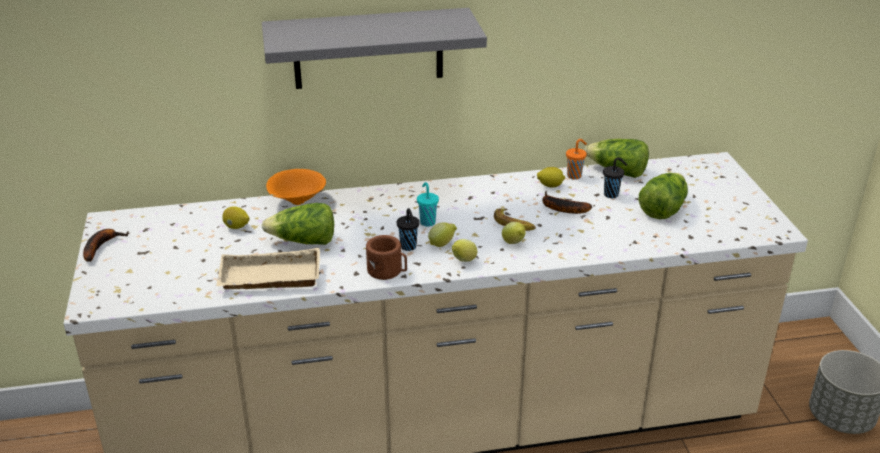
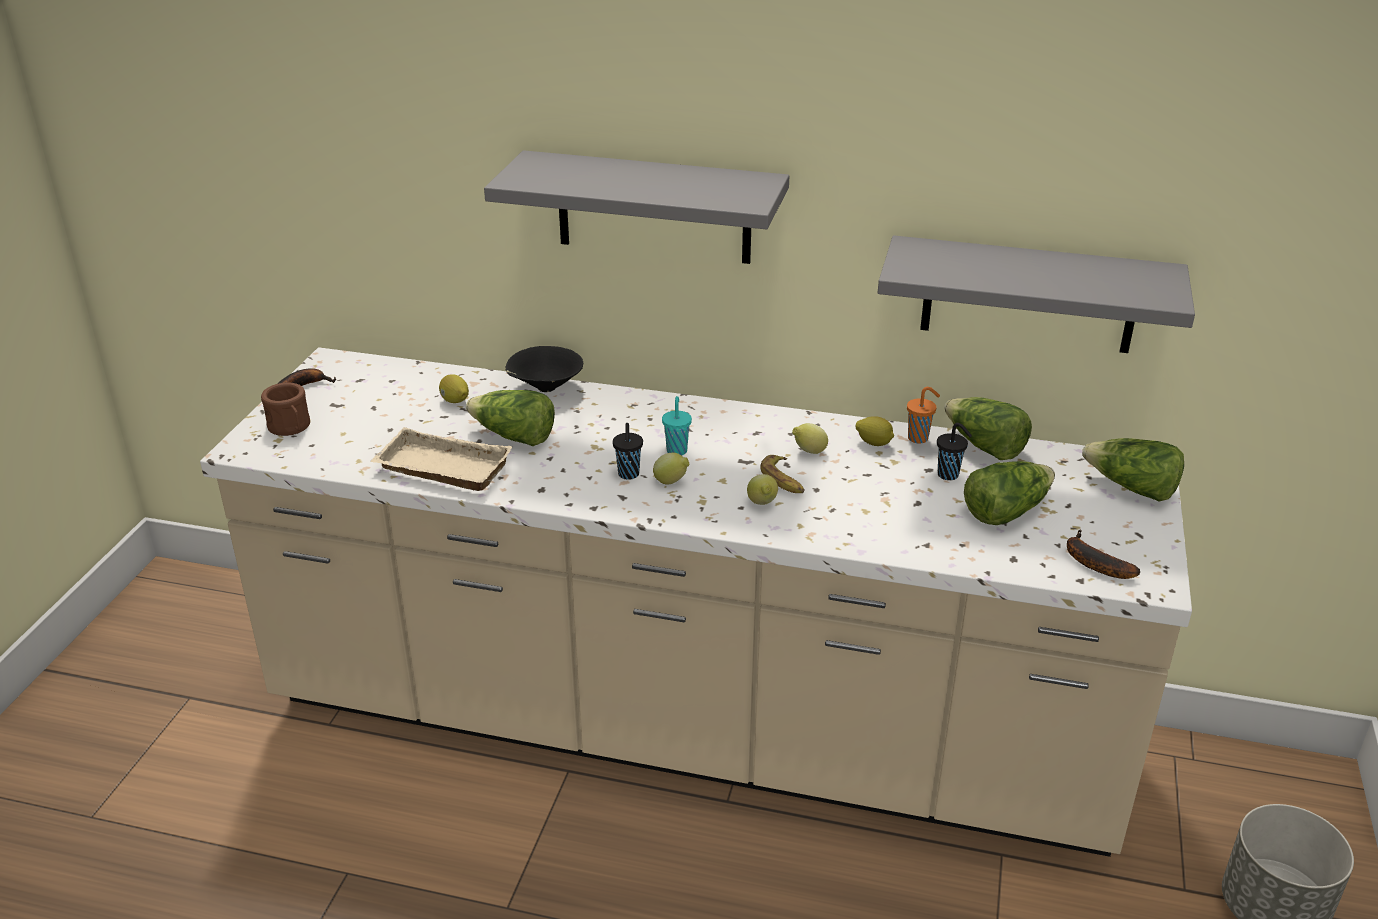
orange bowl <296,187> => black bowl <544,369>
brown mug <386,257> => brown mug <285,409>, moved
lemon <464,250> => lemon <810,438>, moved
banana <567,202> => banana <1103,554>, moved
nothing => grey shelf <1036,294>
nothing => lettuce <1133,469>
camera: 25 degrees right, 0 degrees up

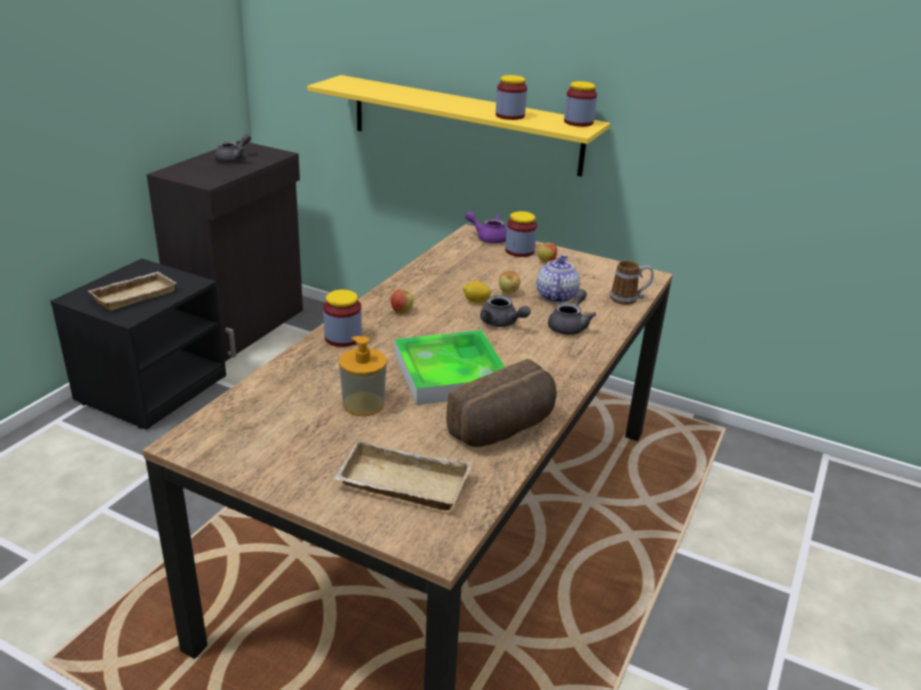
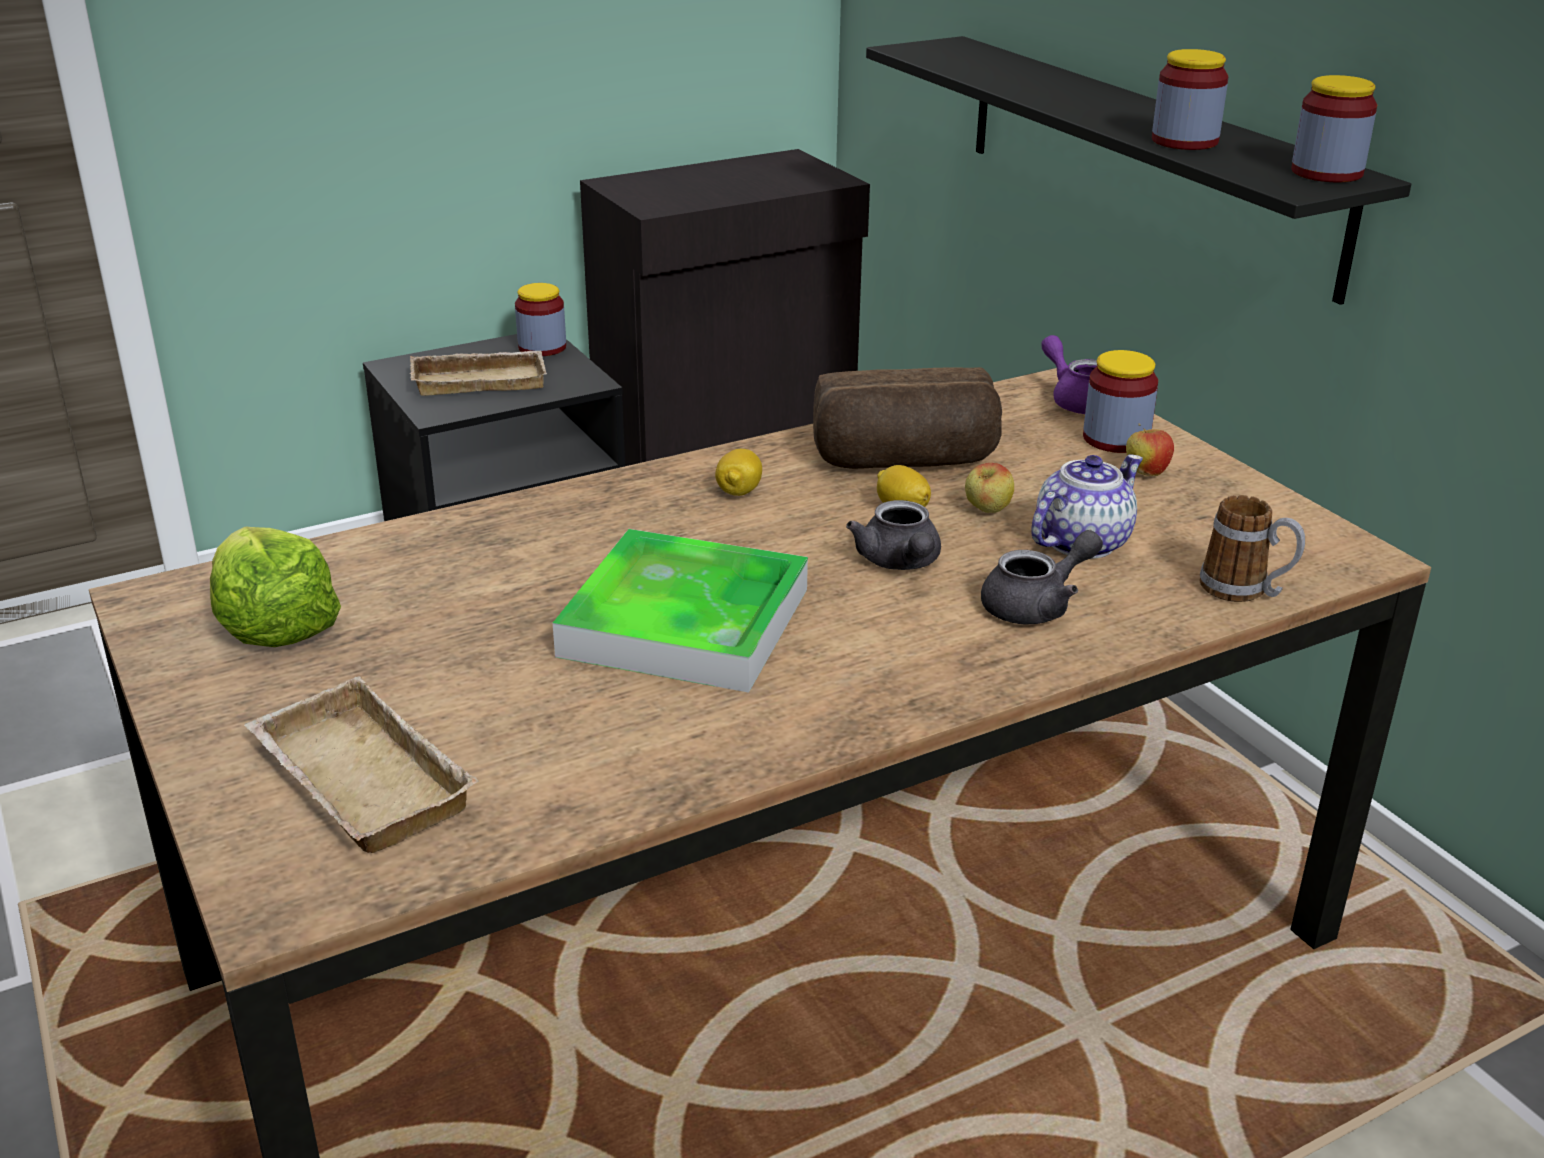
grey teapot <233,148> => nothing
yellow shelf <458,126> => black shelf <1138,170>
jar <342,318> => jar <540,319>, moved
soap dispenser <363,376> => nothing
apple <402,301> => lemon <738,472>
bread <501,403> => bread <907,418>, moved
nothing => lettuce <275,587>
camera: 35 degrees right, 0 degrees up

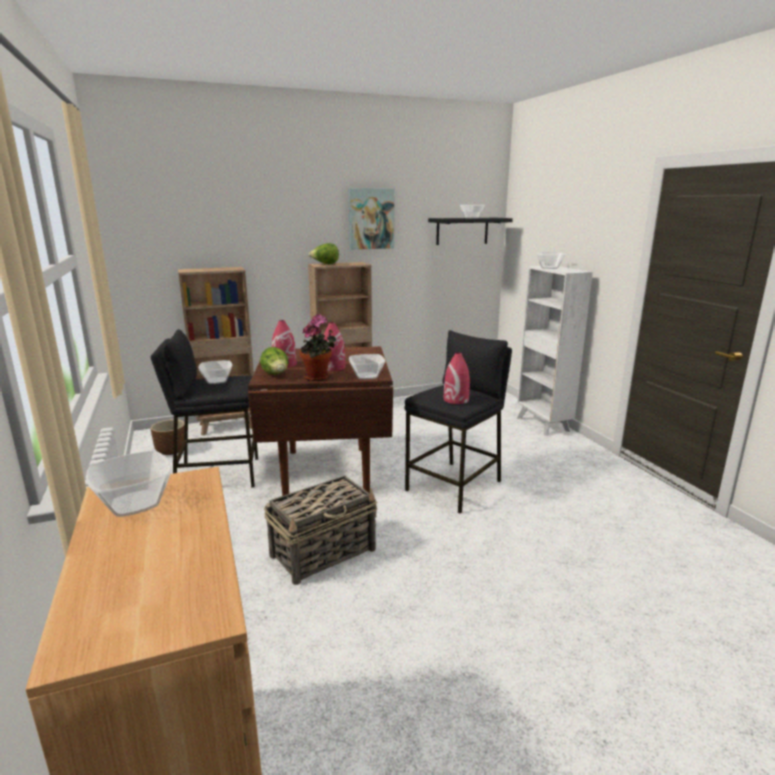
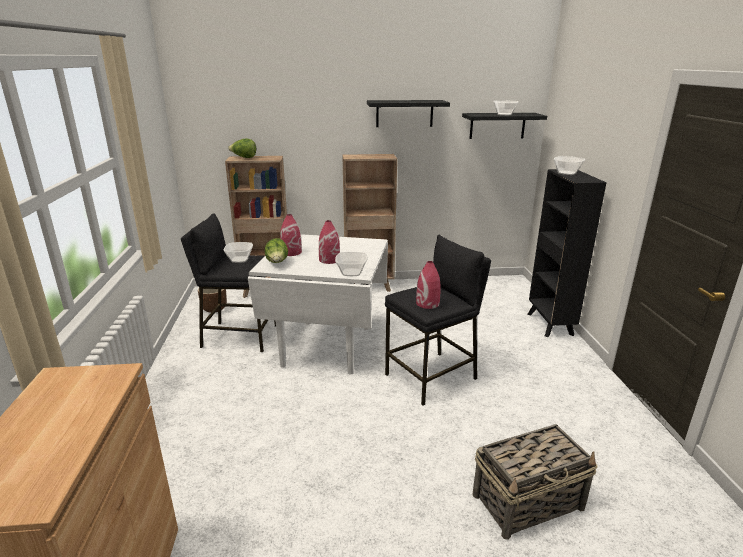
bowl <129,484> => nothing
brown dining table <320,421> => white dining table <318,304>
basket <320,530> => basket <534,482>, moved
potted plant <318,347> => nothing
lettuce <324,253> => lettuce <242,148>, moved
picture <371,219> => black shelf <408,113>
white bookcase <555,351> => black bookcase <567,253>
camera: 15 degrees right, 5 degrees up

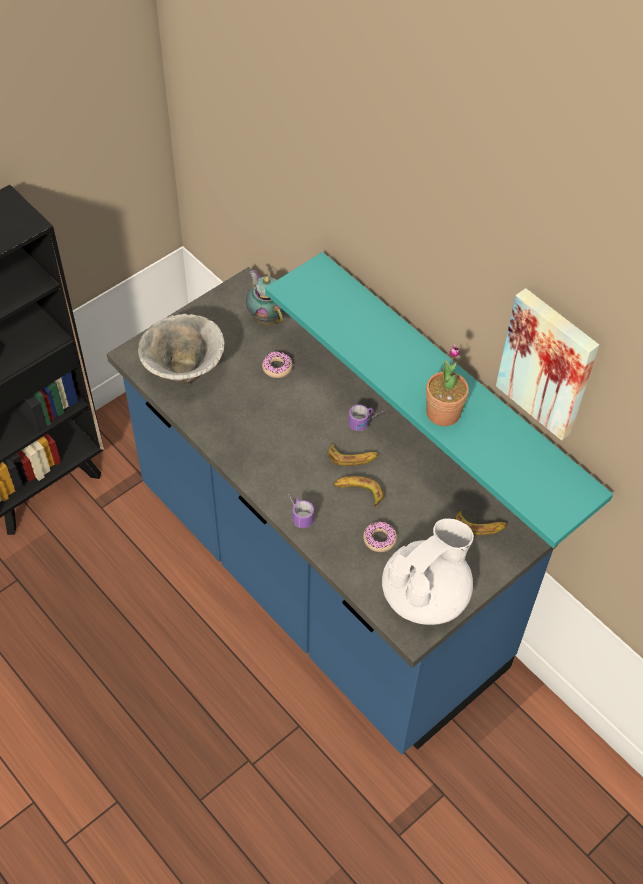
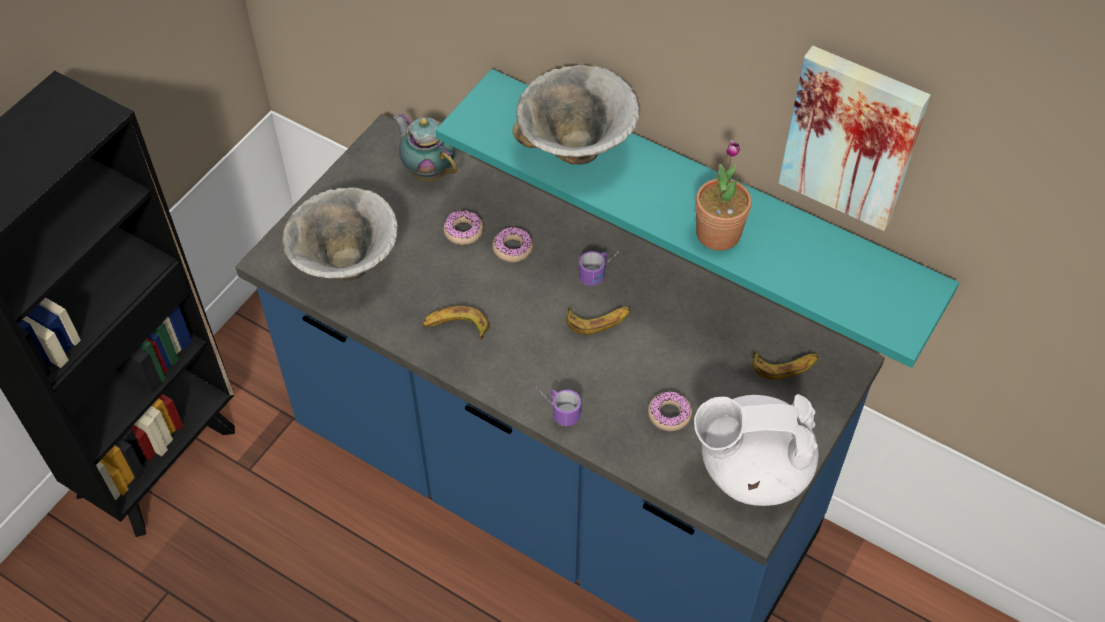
banana <358,491> => banana <455,323>, moved
white teapot <428,572> => white teapot <756,450>, 120 degrees counterclockwise
nothing => donut <513,244>
nothing => bowl <576,115>
camera: 15 degrees left, 0 degrees up

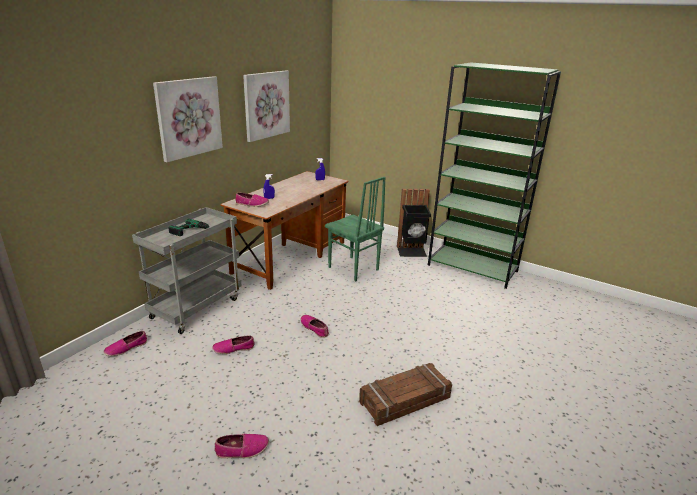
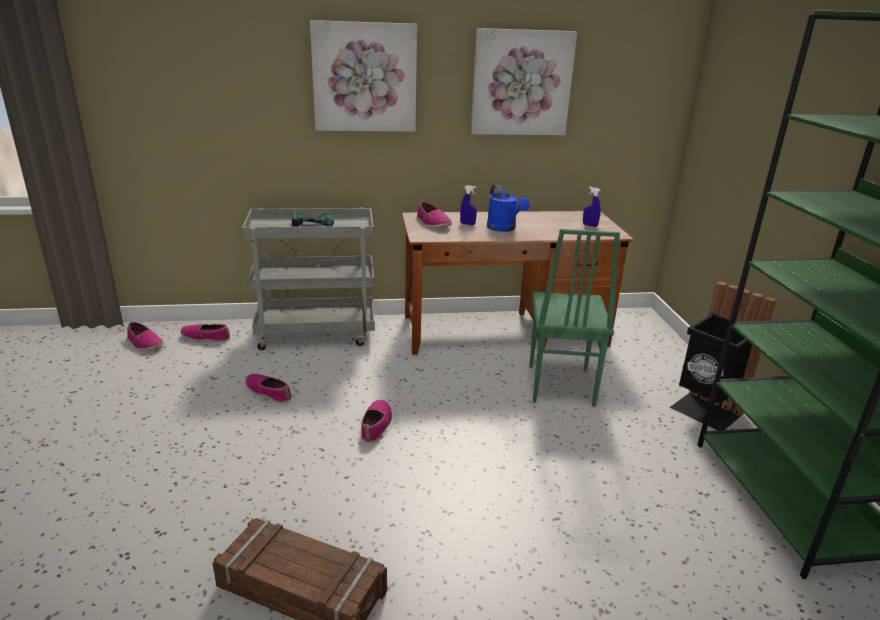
shoe <241,446> => shoe <145,336>, moved
nothing => blue watering can <508,208>
camera: 50 degrees right, 0 degrees up

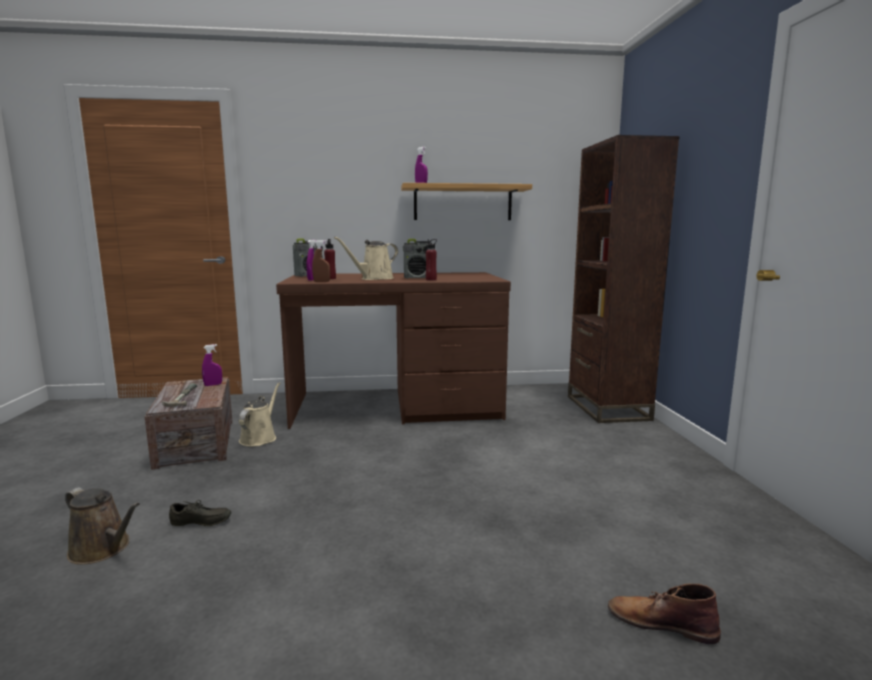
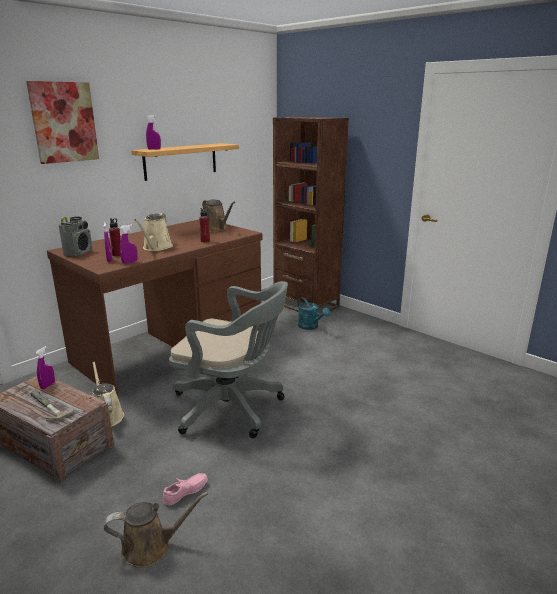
grey shoe <200,513> => pink shoe <185,489>
brown spray bottle <321,261> => purple spray bottle <128,244>
radio <415,258> => nothing
brown boot <664,614> => nothing
nothing => picture <62,122>
nothing => grey office chair <228,359>
nothing => brown watering can <218,215>
nothing => turquoise watering can <313,313>
camera: 40 degrees left, 10 degrees up

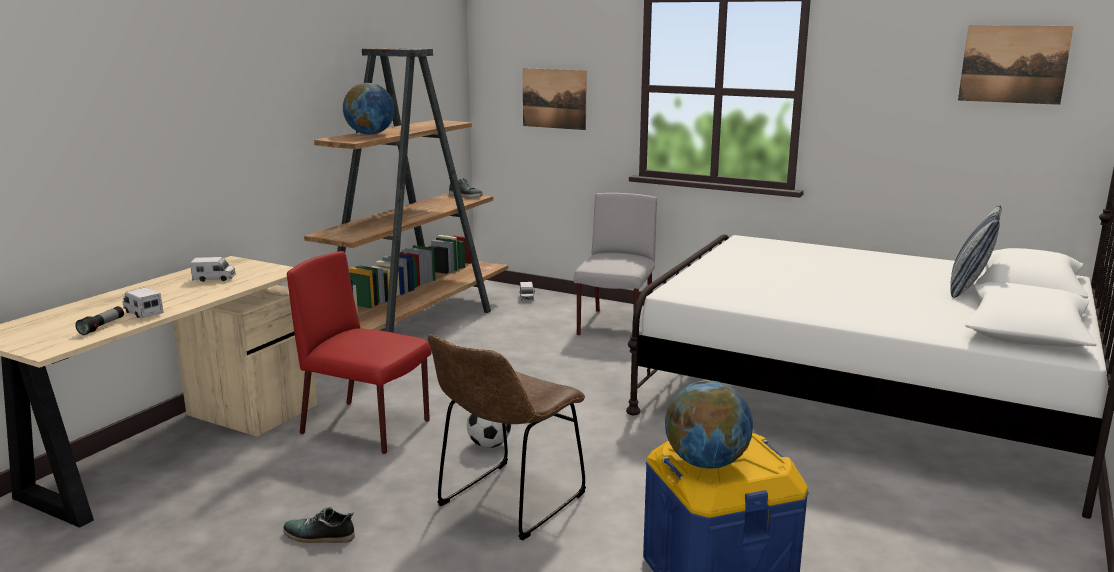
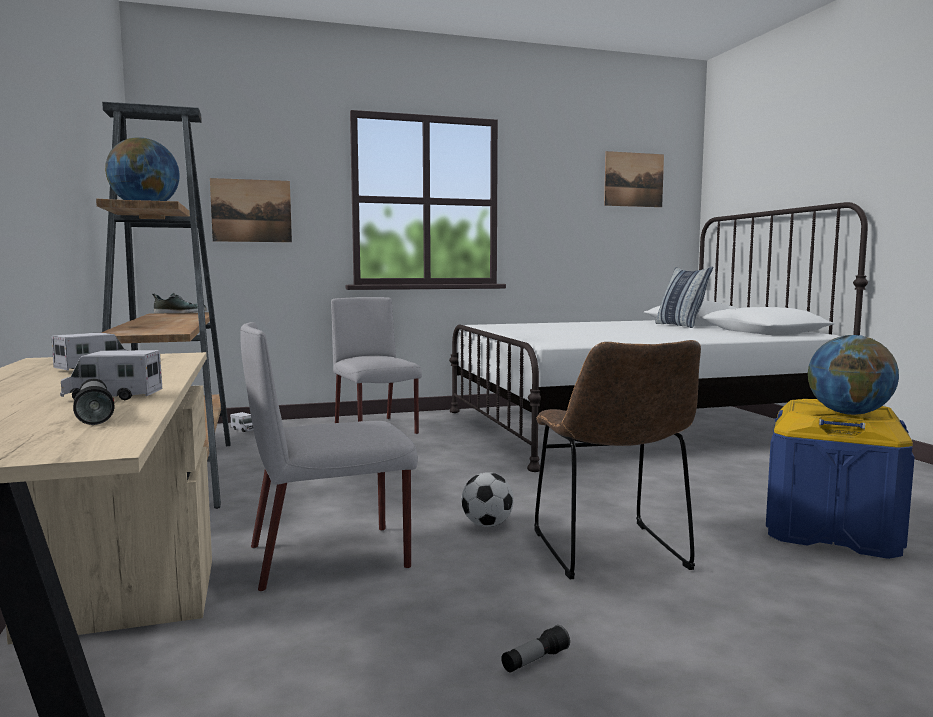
shoe <319,525> => flashlight <535,649>
red chair <359,352> => grey chair <329,457>
camera: 45 degrees left, 10 degrees down

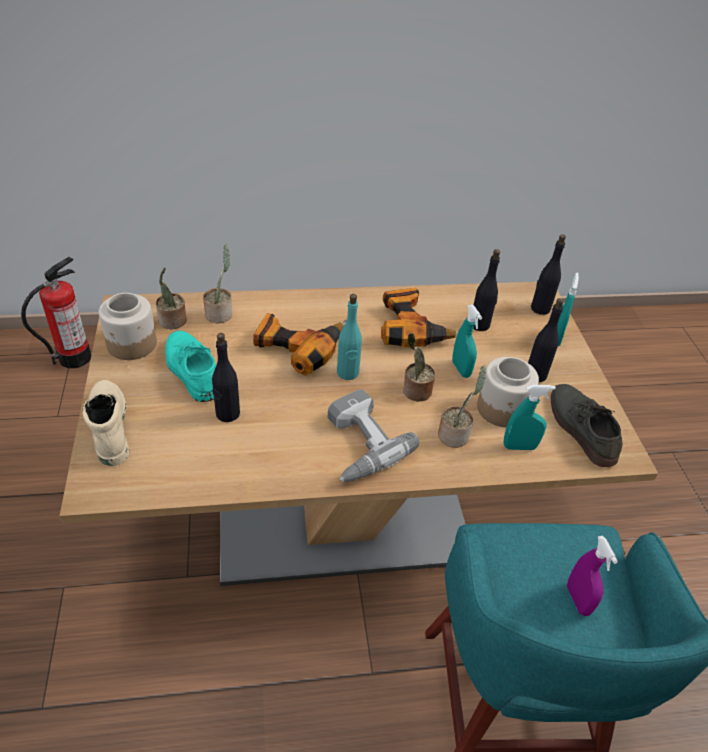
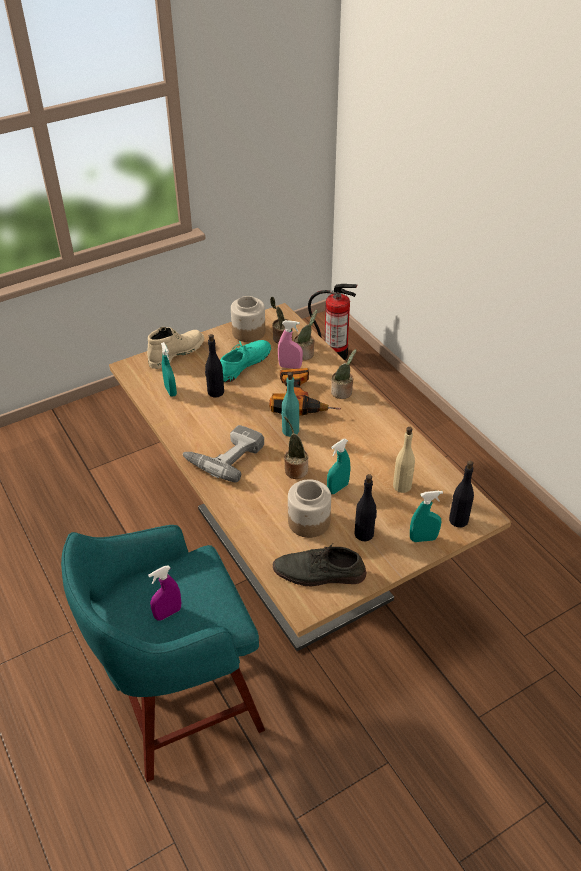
power drill <419,317> => nothing
potted plant <462,407> => potted plant <343,374>, moved
black bottle <487,290> => beige bottle <404,460>
turquoise spray bottle <530,417> => turquoise spray bottle <169,369>, moved
grey shoe <587,425> => grey shoe <319,565>, 135 degrees counterclockwise
nothing => pink spray bottle <290,344>
camera: 70 degrees right, 0 degrees up

